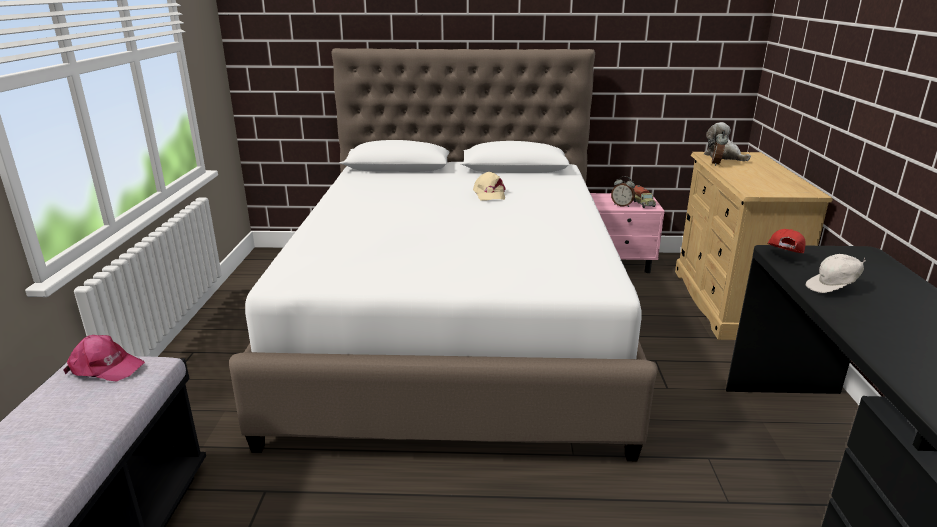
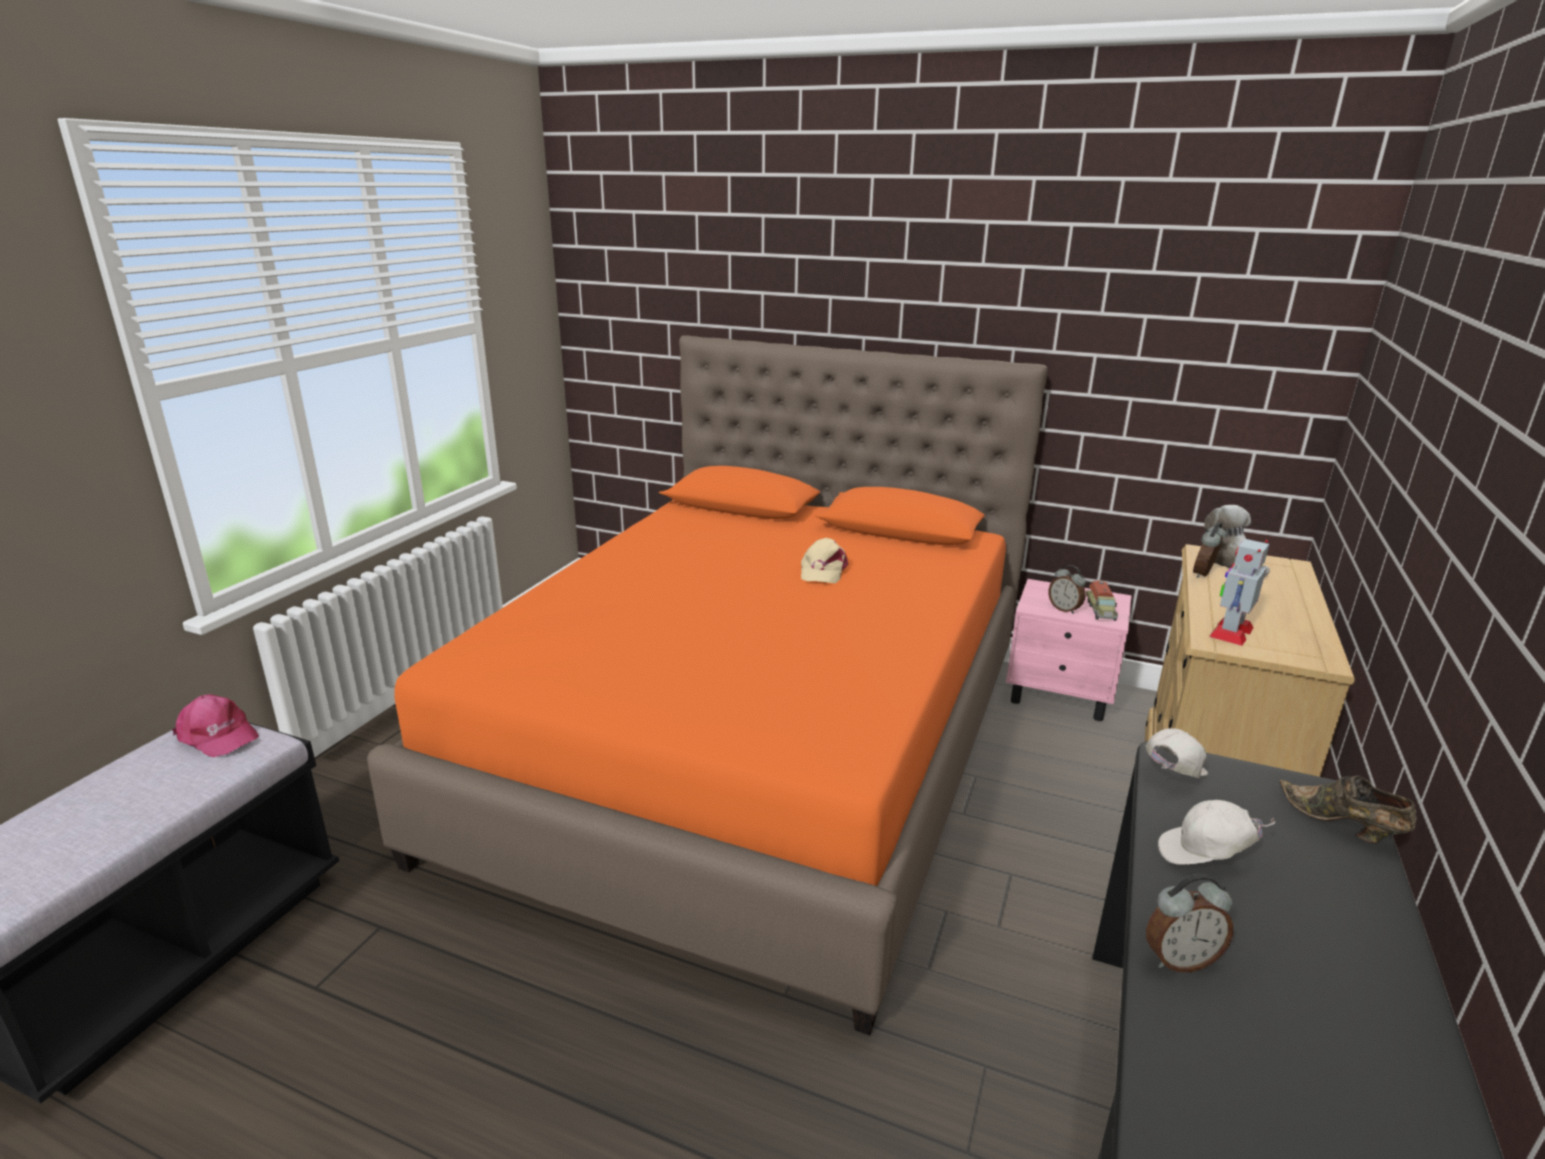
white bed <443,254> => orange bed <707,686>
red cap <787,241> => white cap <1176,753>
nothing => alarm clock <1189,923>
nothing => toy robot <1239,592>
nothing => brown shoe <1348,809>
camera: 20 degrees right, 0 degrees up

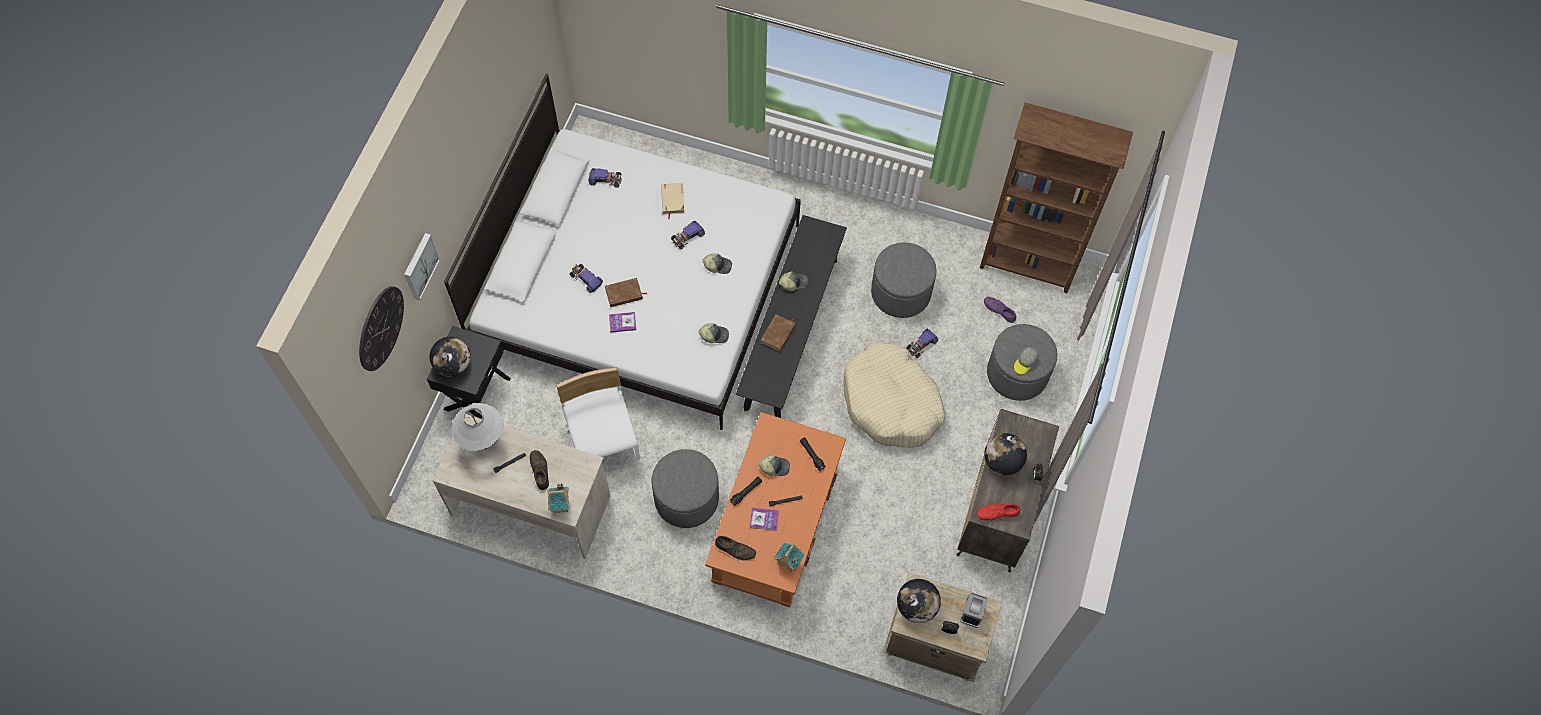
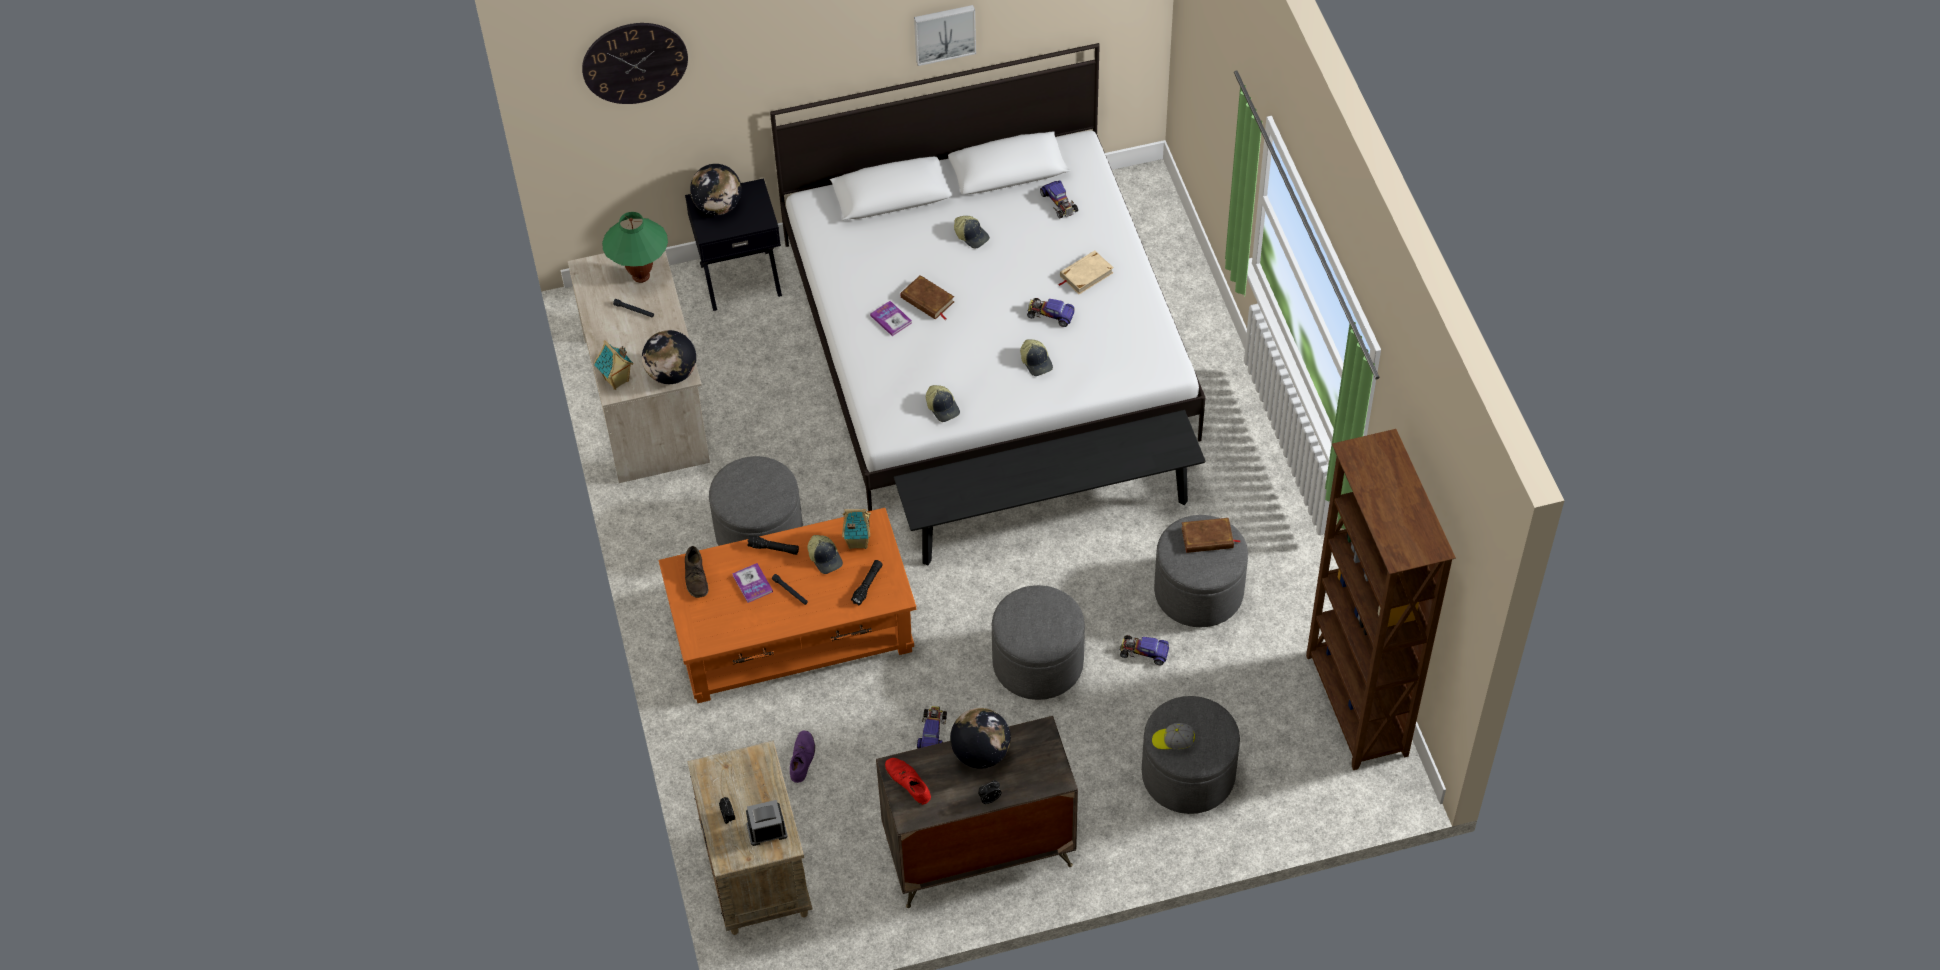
picture <422,266> => picture <945,35>, moved
white table lamp <477,427> => green table lamp <635,247>
brown shoe <539,470> => nothing
white chair <598,413> => nothing
toy car <586,278> => toy car <932,727>, moved
brown book <778,333> => brown book <1211,535>, moved
toy house <789,557> => toy house <856,529>, moved
cap <793,281> => cap <972,232>, moved
beige dog bed <894,395> => grey ottoman <1038,642>
globe <919,601> => globe <669,357>, moved
purple shoe <1000,310> => purple shoe <802,757>, moved
camera: 60 degrees right, 10 degrees down

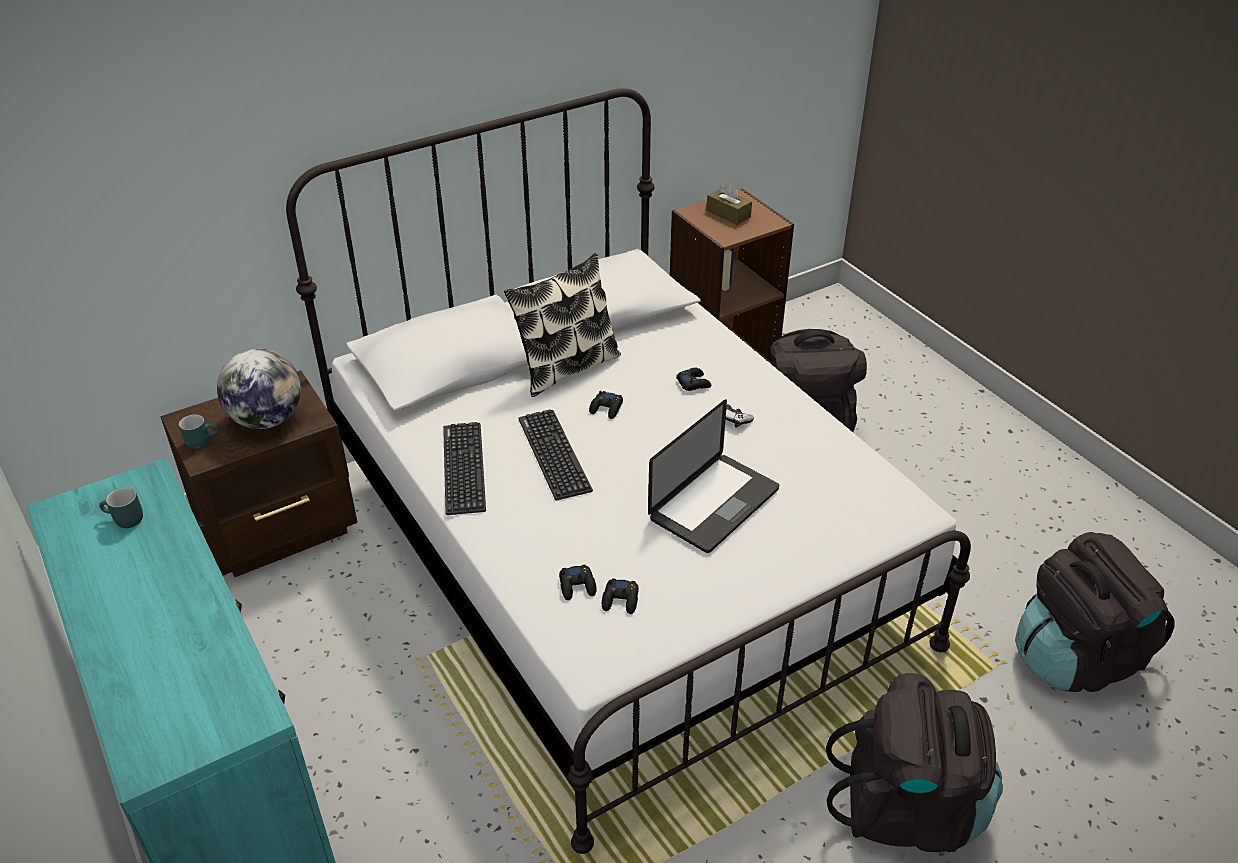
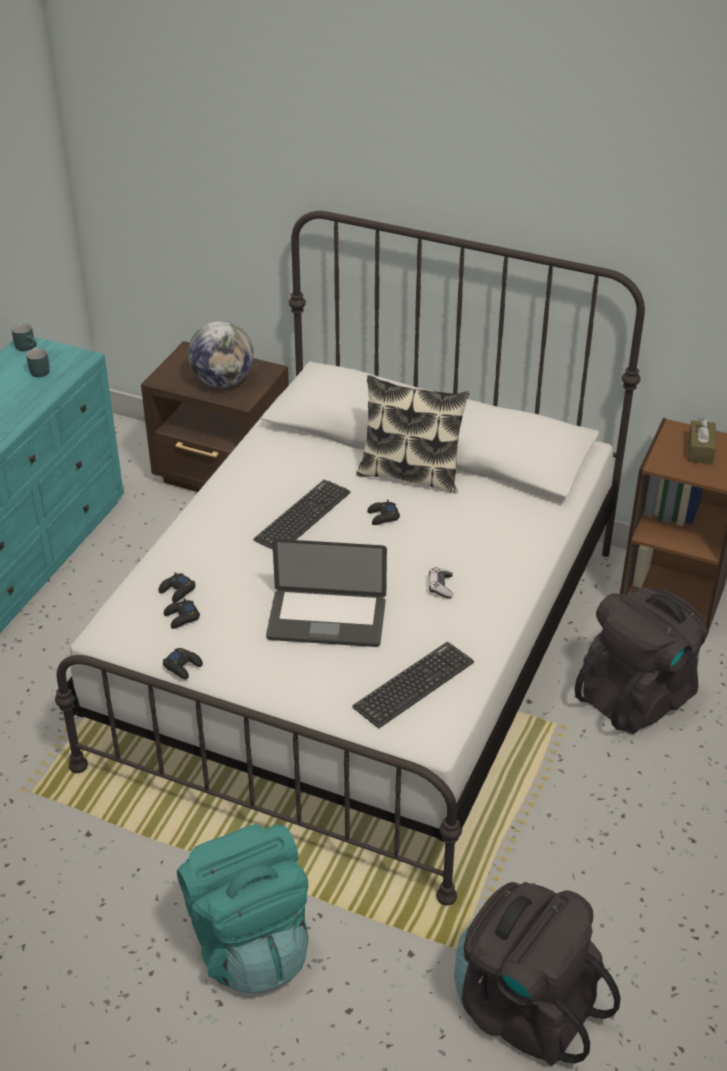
turquoise mug <198,432> => turquoise mug <24,337>, moved
keyboard <464,468> => keyboard <413,685>, moved
black game controller <694,379> => black game controller <183,664>, moved
black backpack <914,762> => turquoise backpack <242,908>
camera: 55 degrees right, 0 degrees up

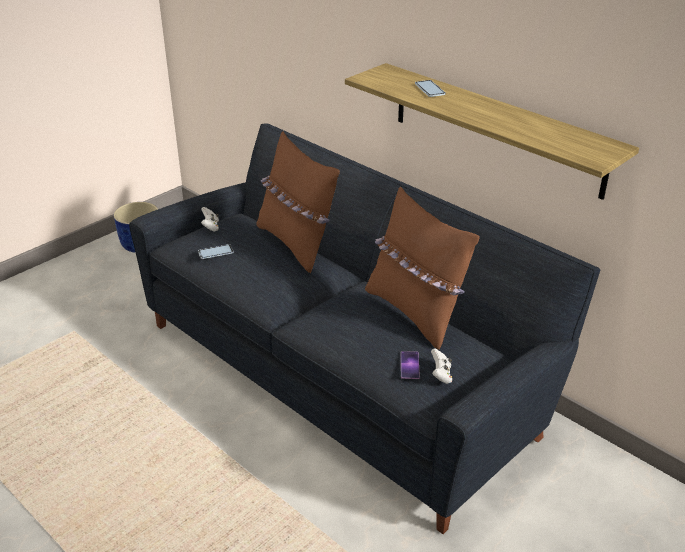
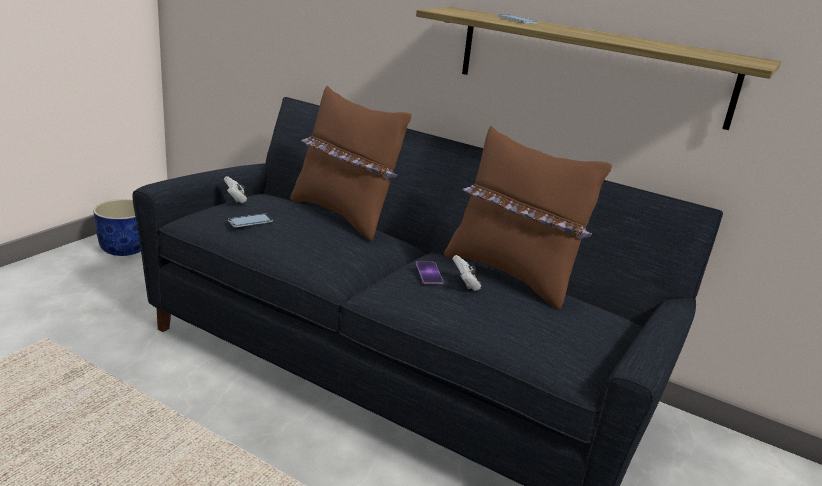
phone <410,365> => phone <430,272>, moved
white game controller <441,366> => white game controller <466,273>, moved
camera: 15 degrees left, 10 degrees down

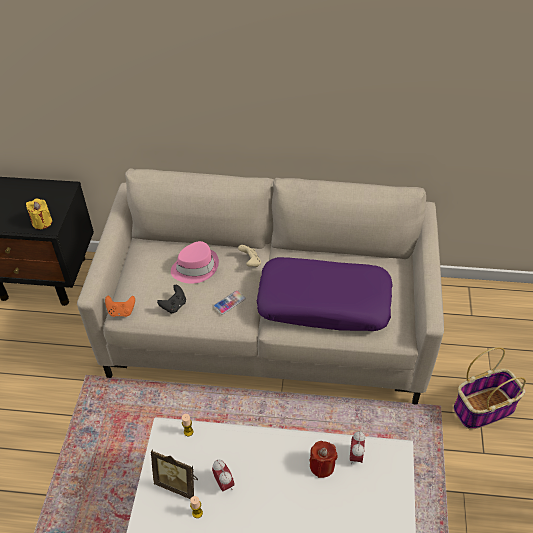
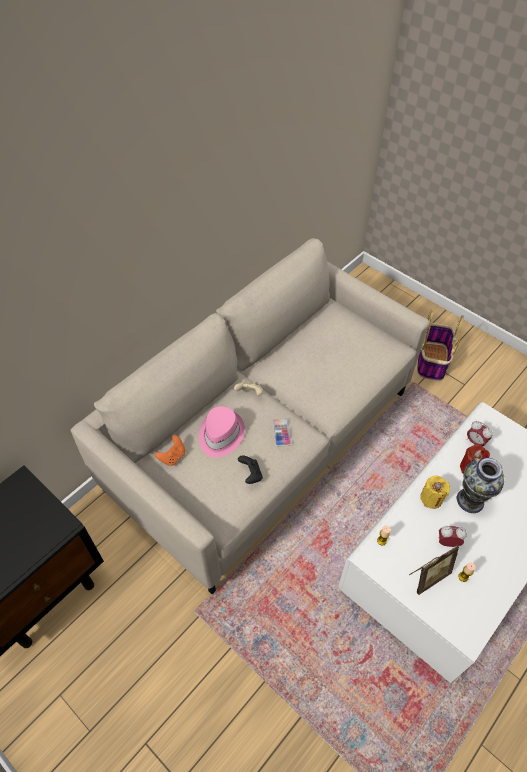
yellow candle <39,213> => yellow candle <435,492>, moved
orange game controller <120,306> => orange game controller <170,450>, moved
purple pillow <325,294> => nothing
nothing => vase <480,485>
camera: 55 degrees left, 5 degrees up

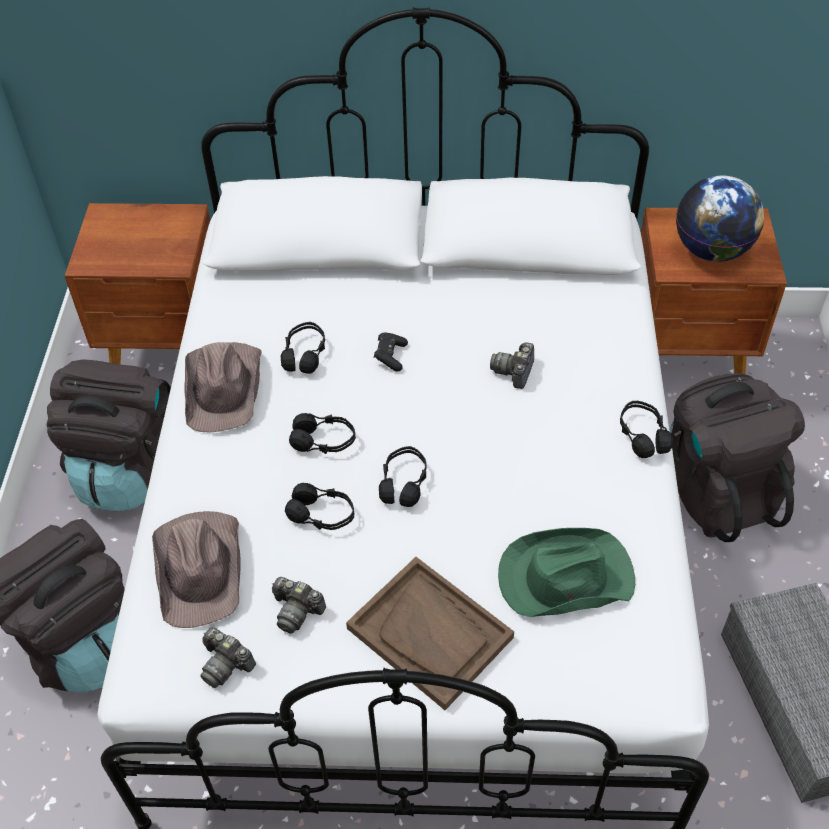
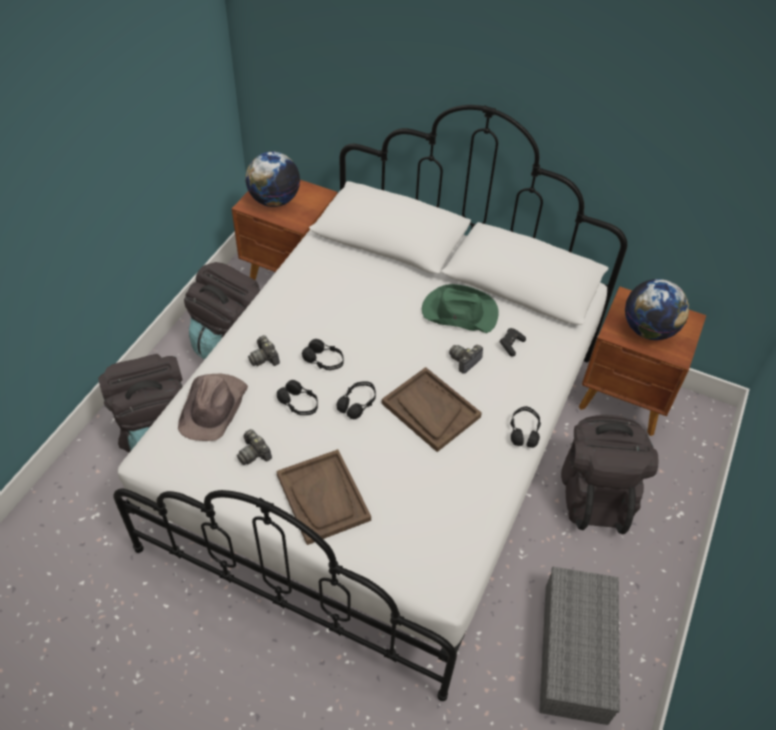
brown hat <223,387> => nothing
photo camera <228,657> => photo camera <264,350>, moved
black headphones <303,348> => nothing
black game controller <391,351> => black game controller <513,342>, moved
green hat <566,572> => green hat <460,308>, moved
nothing => globe <273,179>
nothing => brown tray <432,409>
camera: 20 degrees right, 0 degrees up

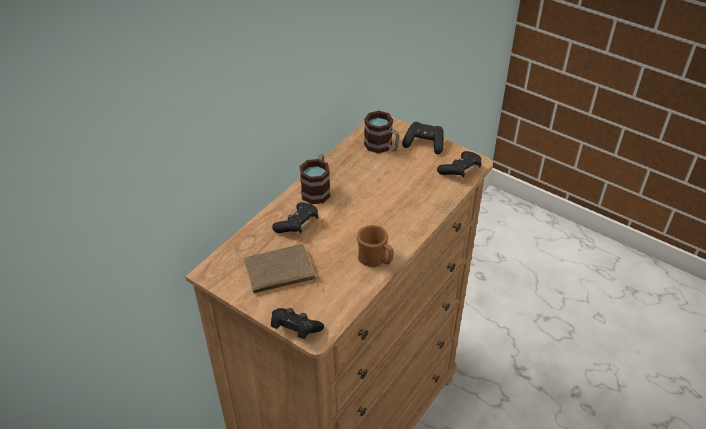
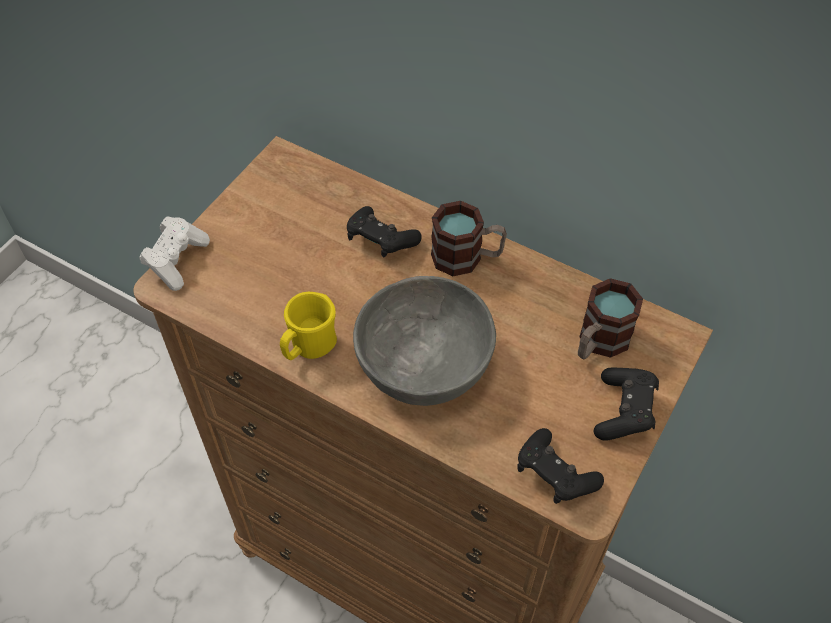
brown book <281,268> => nothing
black game controller <297,323> => white game controller <174,253>
brown mug <375,246> => yellow mug <308,326>
nothing => grey bowl <424,341>
camera: 85 degrees right, 10 degrees up

